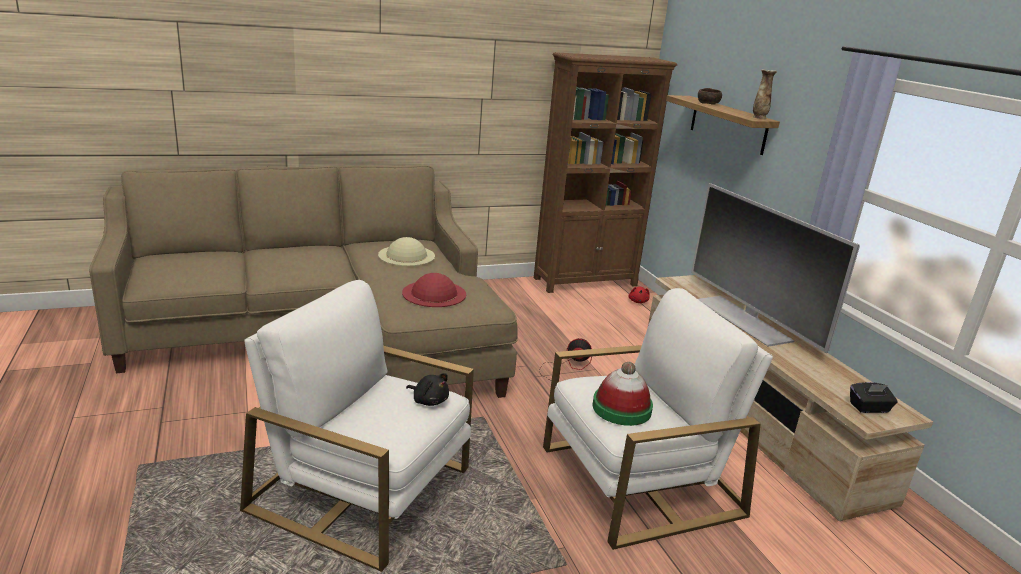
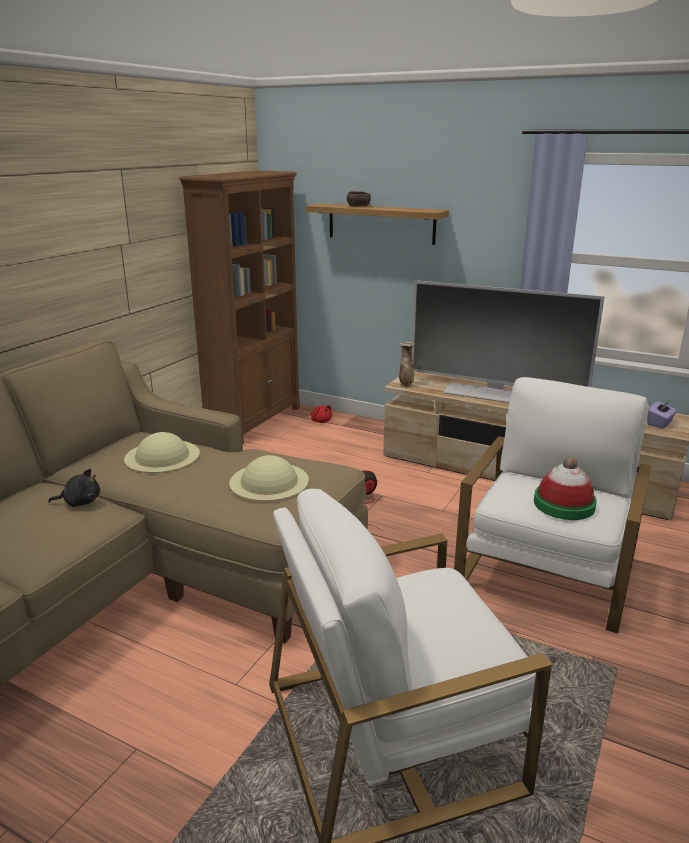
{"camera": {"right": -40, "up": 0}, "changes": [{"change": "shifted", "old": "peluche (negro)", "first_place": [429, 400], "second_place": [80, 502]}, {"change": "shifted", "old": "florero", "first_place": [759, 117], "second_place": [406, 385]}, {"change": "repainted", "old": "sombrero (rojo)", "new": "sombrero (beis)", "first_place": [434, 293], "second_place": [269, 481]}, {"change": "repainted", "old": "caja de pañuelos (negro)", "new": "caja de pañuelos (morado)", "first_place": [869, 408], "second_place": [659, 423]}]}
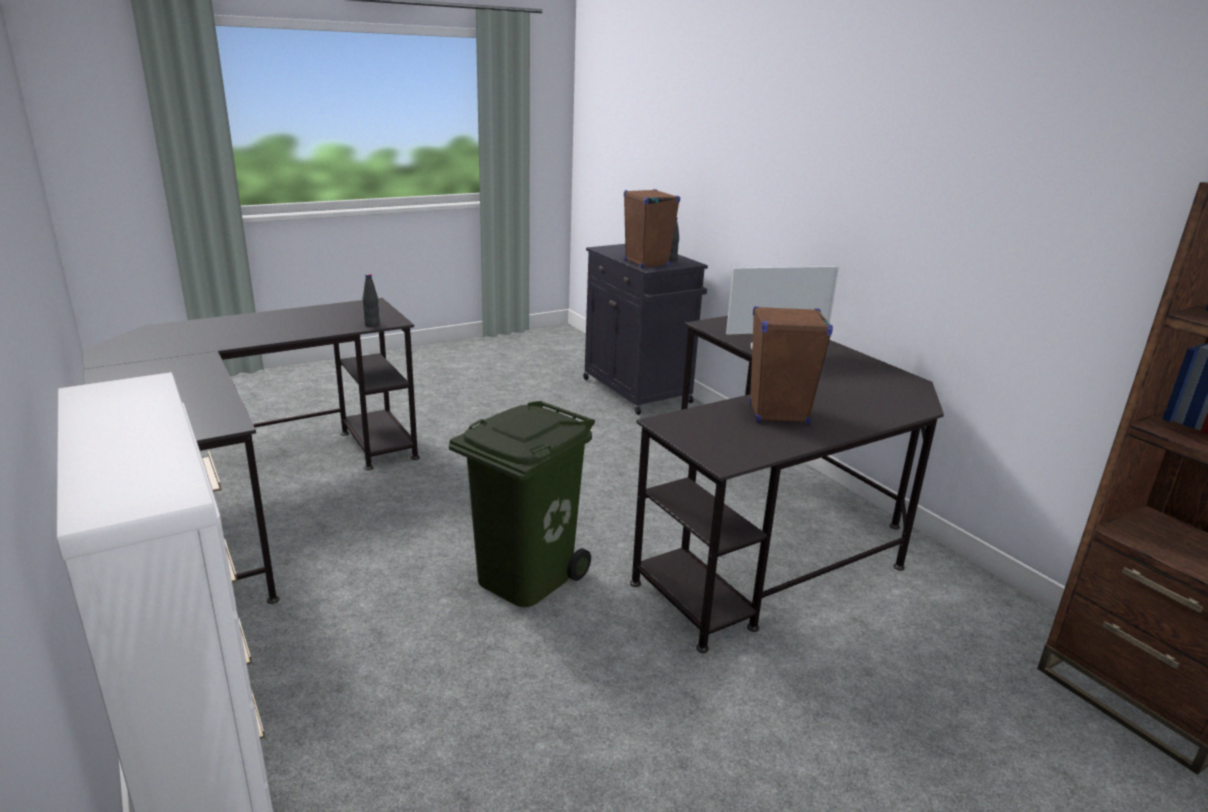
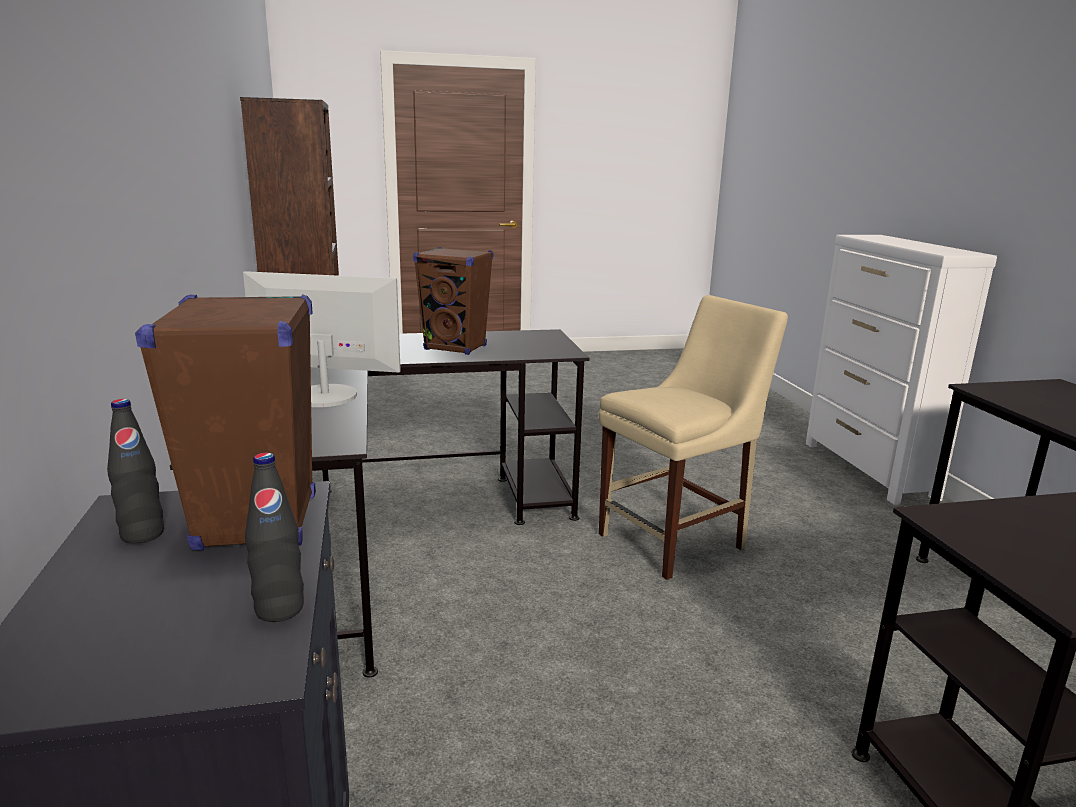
{"camera": {"right": -160, "up": -5}, "changes": [{"change": "shifted", "old": "botella (negro)", "first_place": [372, 325], "second_place": [279, 609]}, {"change": "swapped", "old": "papelera (verde)", "new": "silla (beis)", "first_place": [524, 576], "second_place": [677, 540]}]}
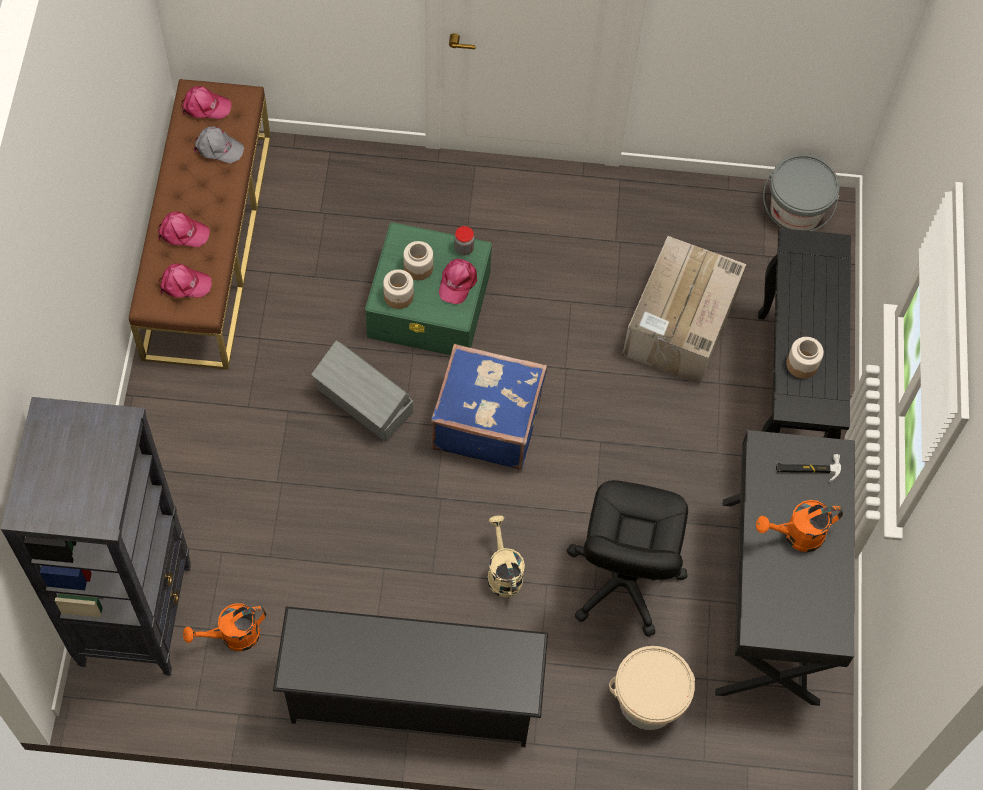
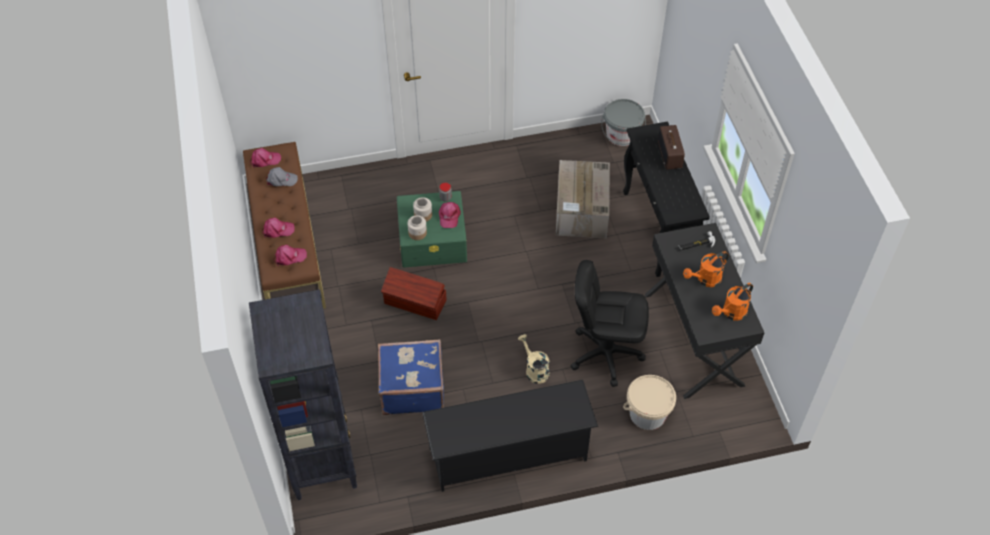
{"camera": {"right": -15, "up": -10}, "changes": [{"change": "gone", "old": "tarro", "first_place": [802, 364]}, {"change": "new", "new": "radio", "second_place": [670, 154]}, {"change": "shifted", "old": "regadera (naranja)", "first_place": [233, 636], "second_place": [731, 313]}, {"change": "shifted", "old": "maleta (azul)", "first_place": [487, 420], "second_place": [411, 388]}, {"change": "repainted", "old": "caja de almacenaje (gris)", "new": "caja de almacenaje (marrón)", "first_place": [364, 402], "second_place": [415, 302]}, {"change": "rotated", "old": "silla de oficina (negro)", "first_place": [622, 580], "second_place": [605, 353], "degrees": 105}]}
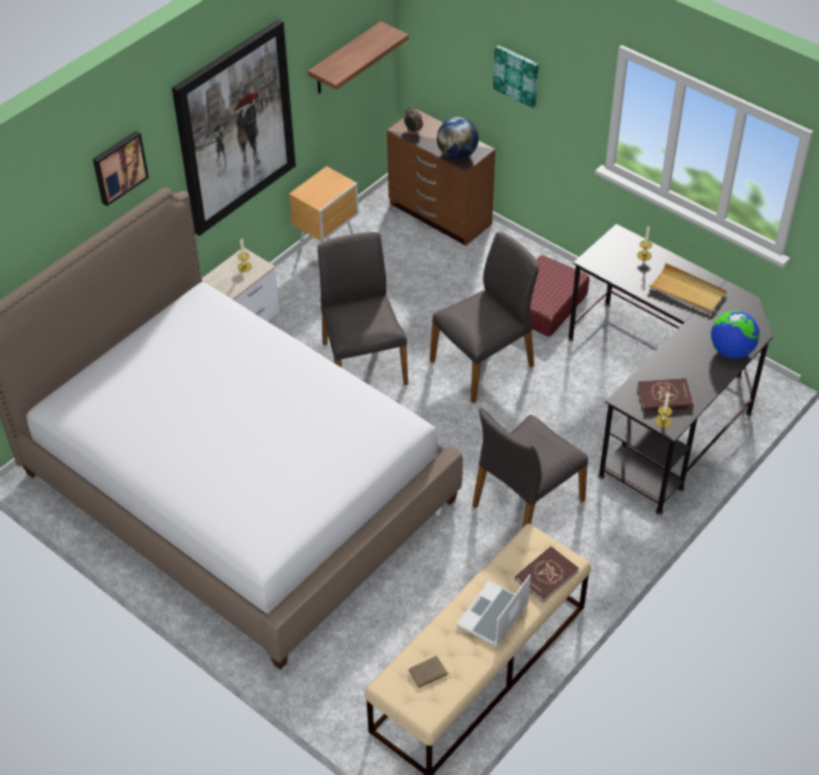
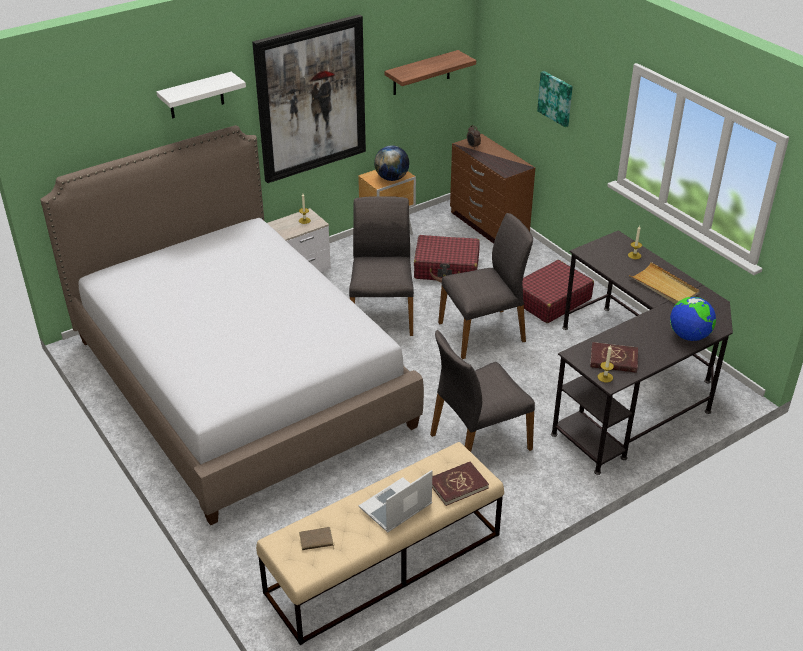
{"camera": {"right": 15, "up": -10}, "changes": [{"change": "new", "new": "maleta (rojo)", "second_place": [447, 268]}, {"change": "shifted", "old": "globo terráqueo", "first_place": [457, 155], "second_place": [392, 178]}, {"change": "swapped", "old": "cuadro", "new": "estante (blanco)", "first_place": [118, 167], "second_place": [196, 96]}]}
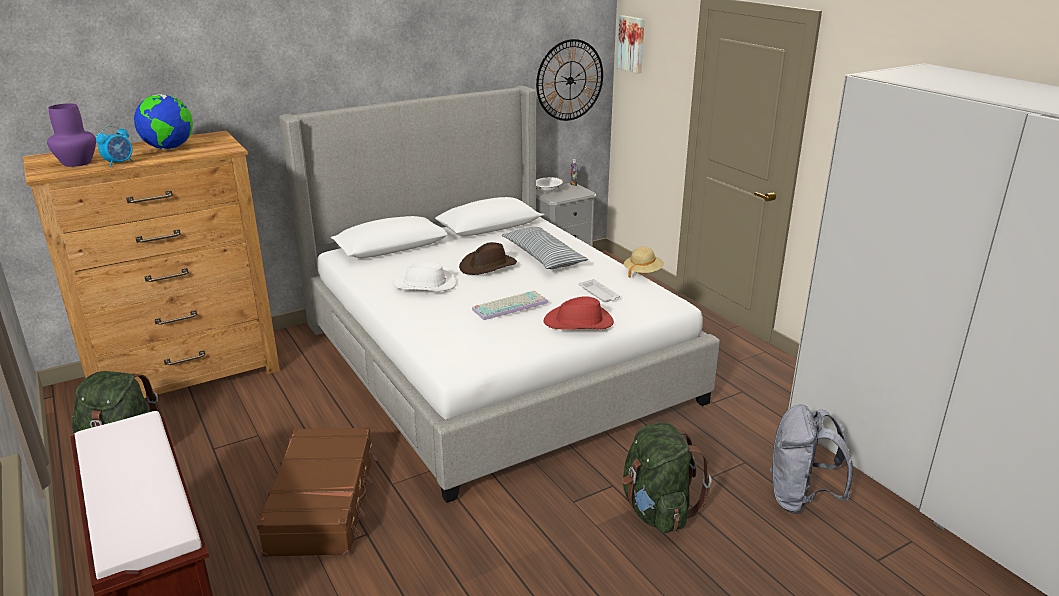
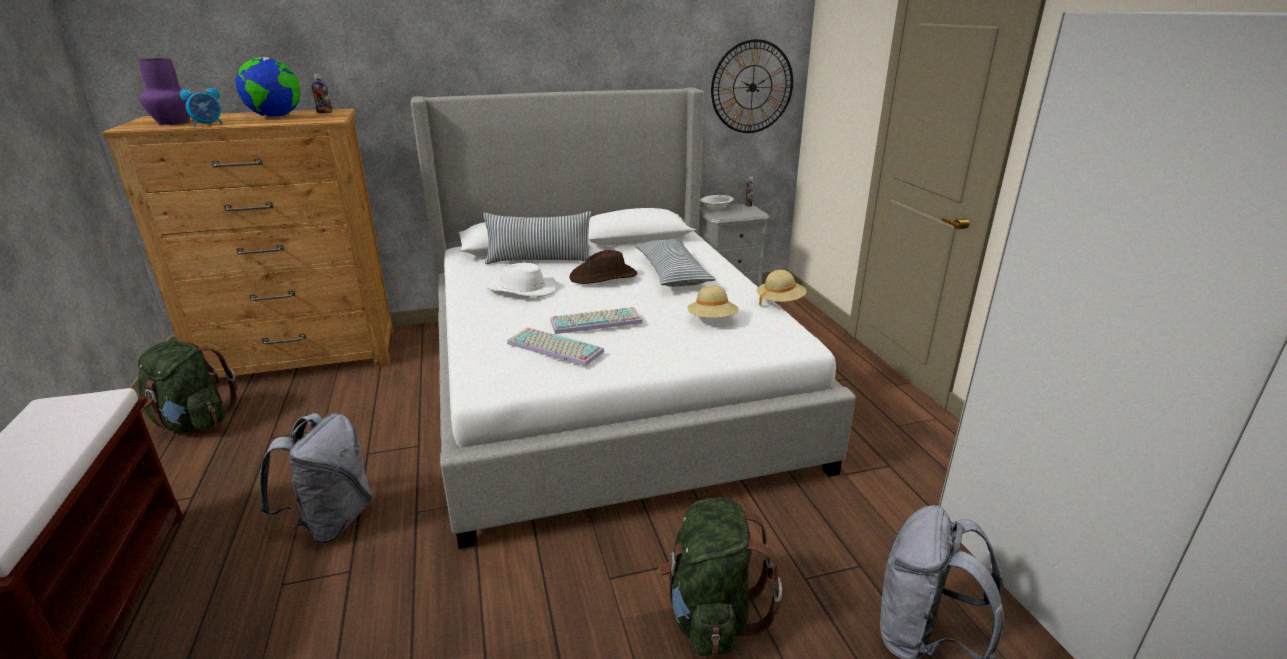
{"camera": {"right": 15, "up": 0}, "changes": [{"change": "gone", "old": "sombrero (rojo)", "first_place": [579, 322]}, {"change": "gone", "old": "cuadro", "first_place": [632, 44]}, {"change": "new", "new": "botella", "second_place": [324, 112]}, {"change": "new", "new": "cojín", "second_place": [539, 260]}, {"change": "new", "new": "teclado", "second_place": [553, 348]}, {"change": "swapped", "old": "maleta (marrón)", "new": "mochila (gris)", "first_place": [324, 502], "second_place": [331, 521]}, {"change": "swapped", "old": "bandeja (blanco)", "new": "sombrero (beis)", "first_place": [599, 294], "second_place": [712, 320]}]}
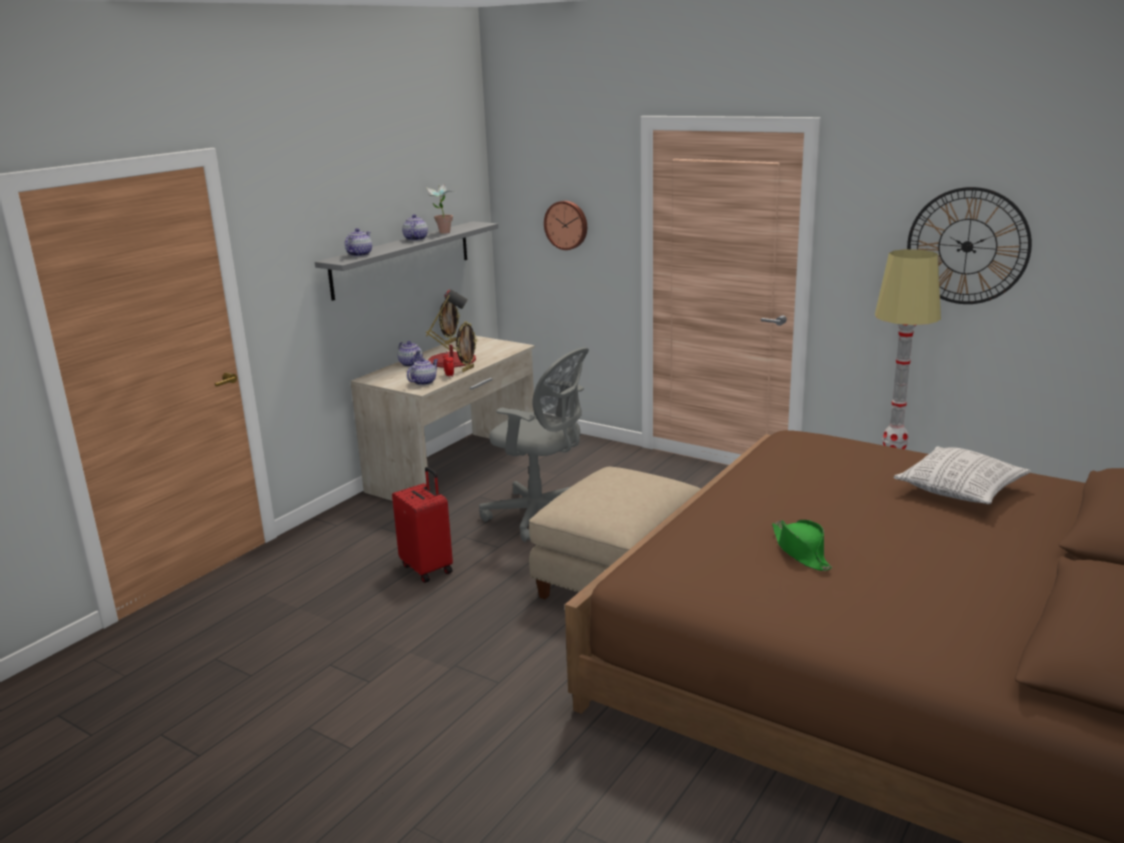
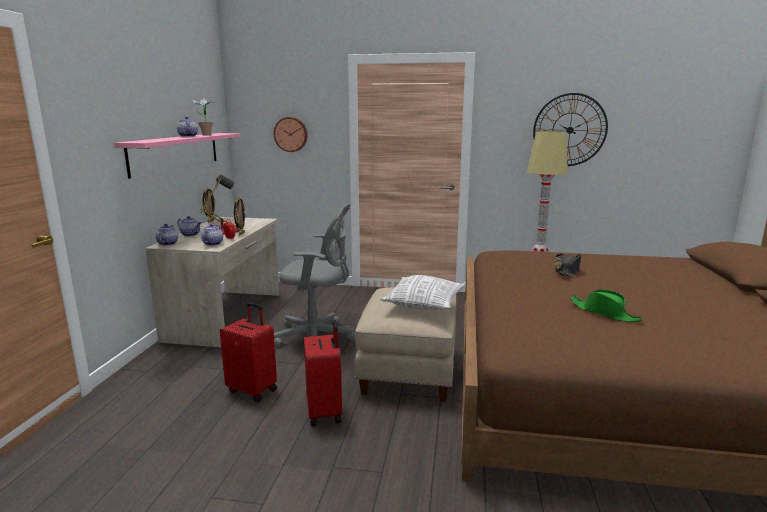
{"camera": {"right": -25, "up": -5}, "changes": [{"change": "new", "new": "maleta (rojo)", "second_place": [325, 412]}, {"change": "new", "new": "sombrero (negro)", "second_place": [566, 271]}, {"change": "shifted", "old": "tetera", "first_place": [359, 254], "second_place": [167, 243]}, {"change": "shifted", "old": "cojín", "first_place": [959, 490], "second_place": [424, 304]}, {"change": "repainted", "old": "estante (gris)", "new": "estante (rosa)", "first_place": [402, 259], "second_place": [176, 152]}]}
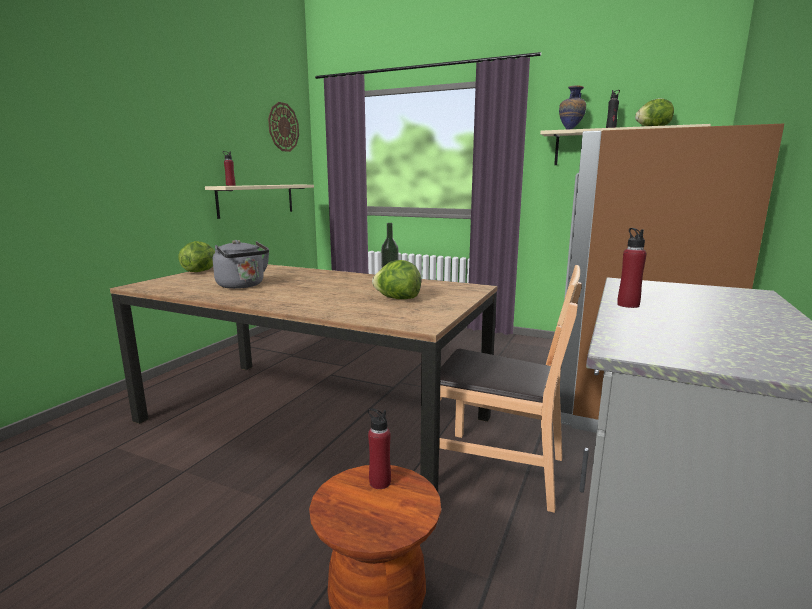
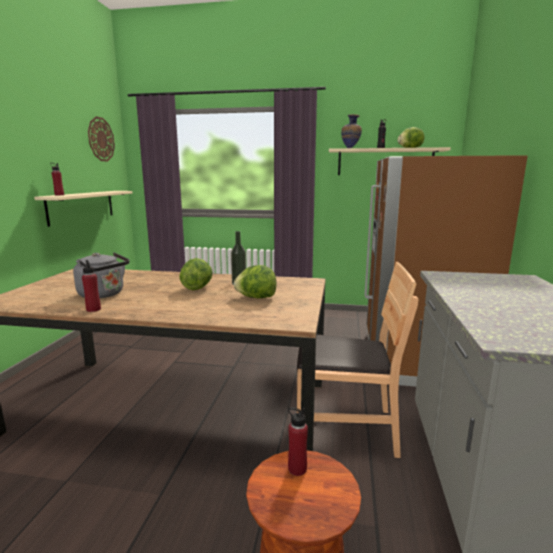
{"camera": {"right": -15, "up": 0}, "changes": [{"change": "shifted", "old": "lechuga", "first_place": [201, 271], "second_place": [197, 288]}, {"change": "shifted", "old": "botella (rojo)", "first_place": [628, 305], "second_place": [93, 309]}]}
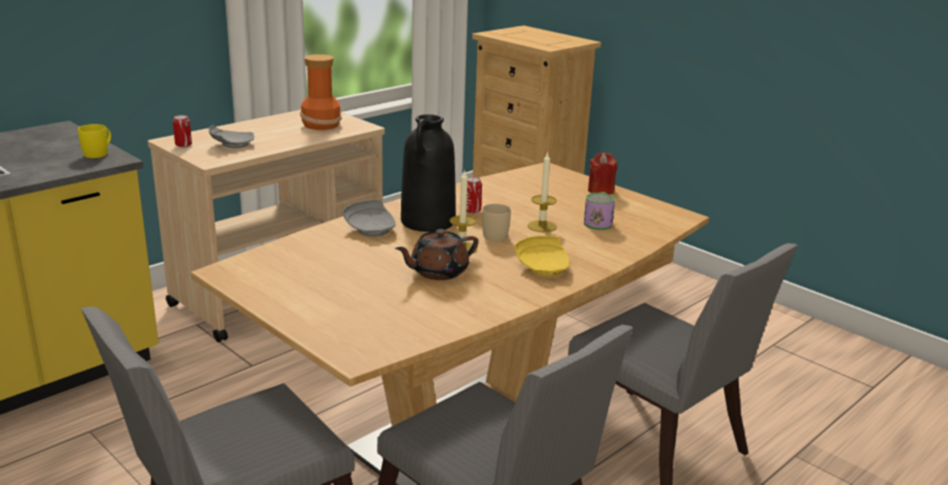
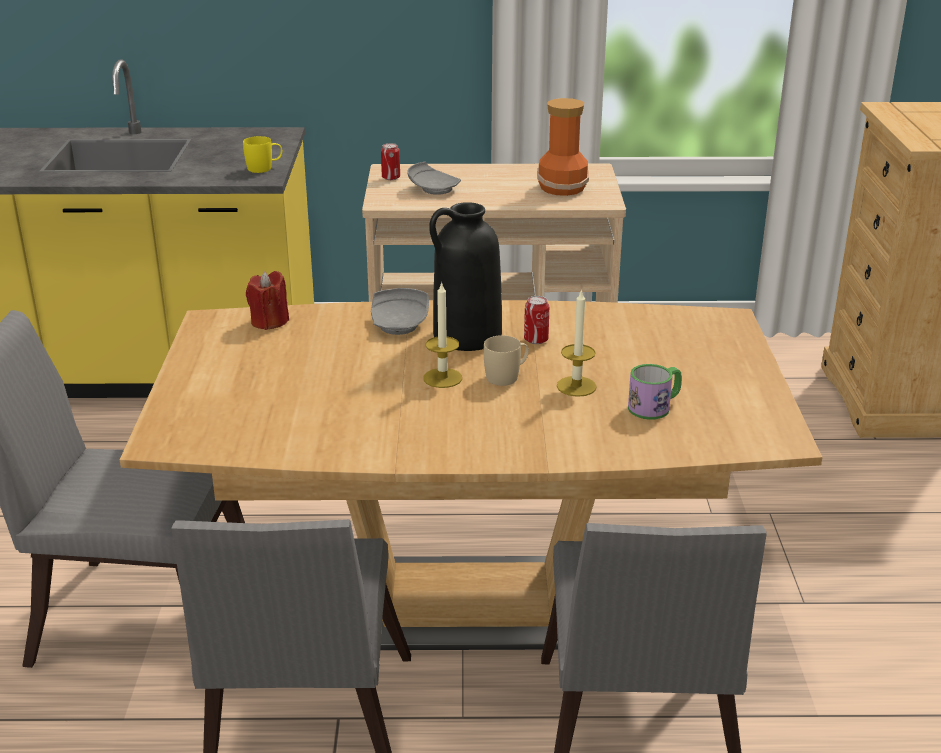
{"camera": {"right": 45, "up": 5}, "changes": [{"change": "gone", "old": "tetera (marrón)", "first_place": [438, 272]}, {"change": "gone", "old": "plato (amarillo)", "first_place": [544, 267]}, {"change": "shifted", "old": "vela (rojo)", "first_place": [601, 191], "second_place": [269, 321]}]}
